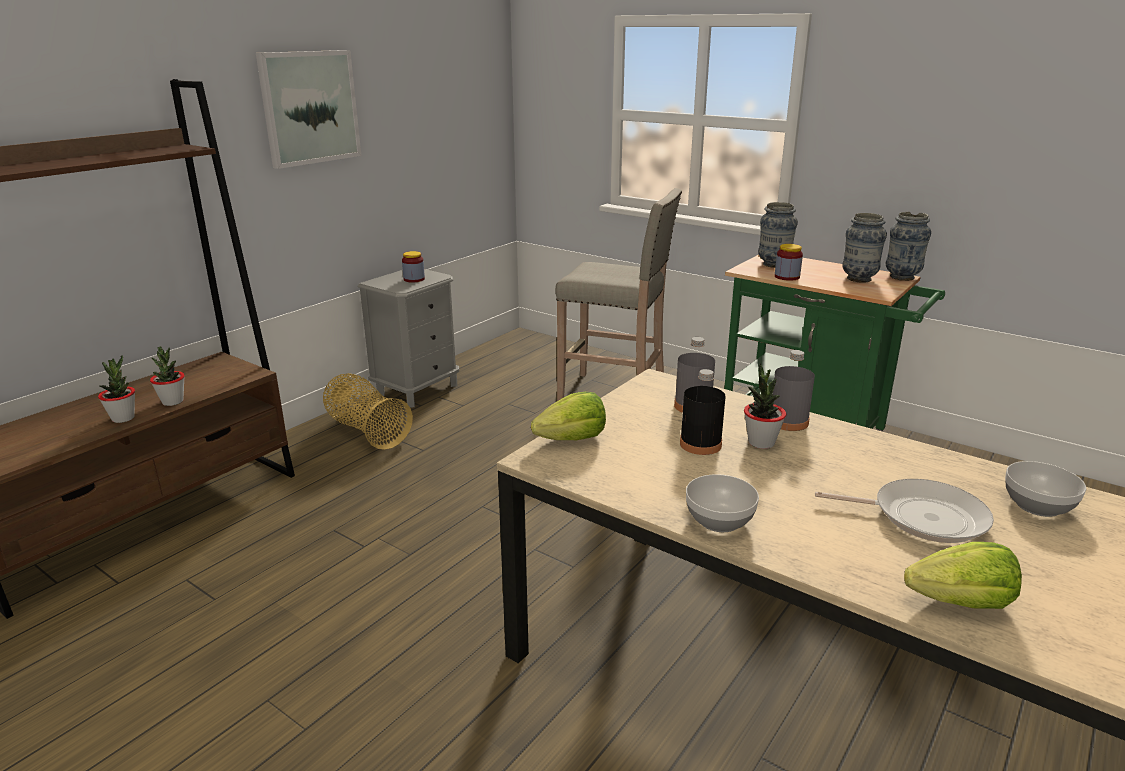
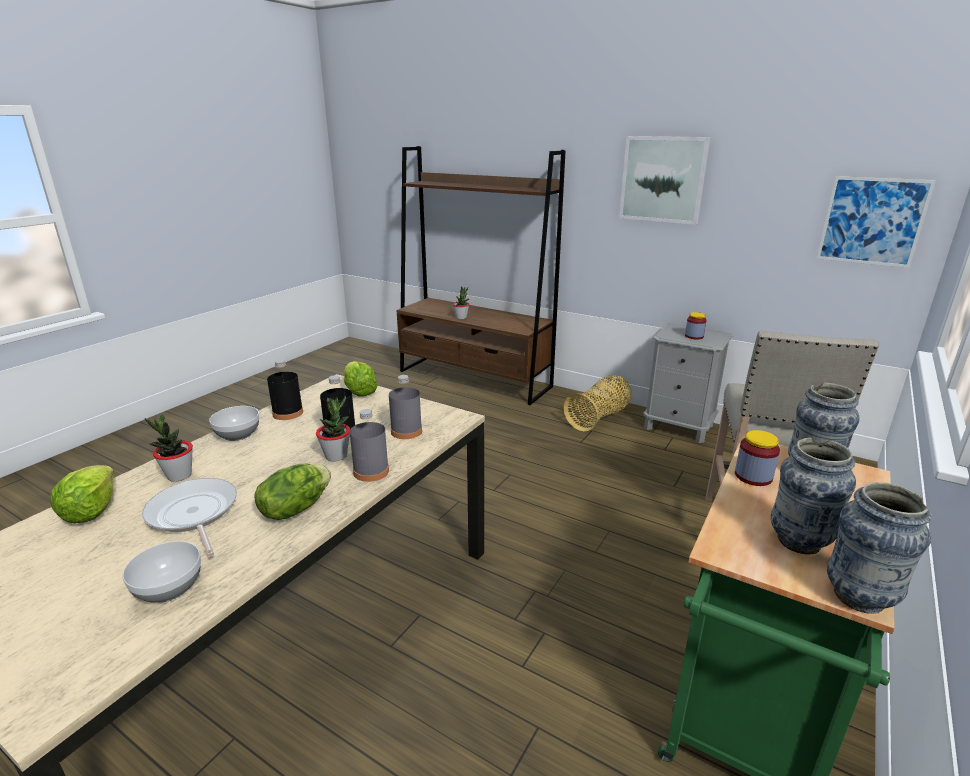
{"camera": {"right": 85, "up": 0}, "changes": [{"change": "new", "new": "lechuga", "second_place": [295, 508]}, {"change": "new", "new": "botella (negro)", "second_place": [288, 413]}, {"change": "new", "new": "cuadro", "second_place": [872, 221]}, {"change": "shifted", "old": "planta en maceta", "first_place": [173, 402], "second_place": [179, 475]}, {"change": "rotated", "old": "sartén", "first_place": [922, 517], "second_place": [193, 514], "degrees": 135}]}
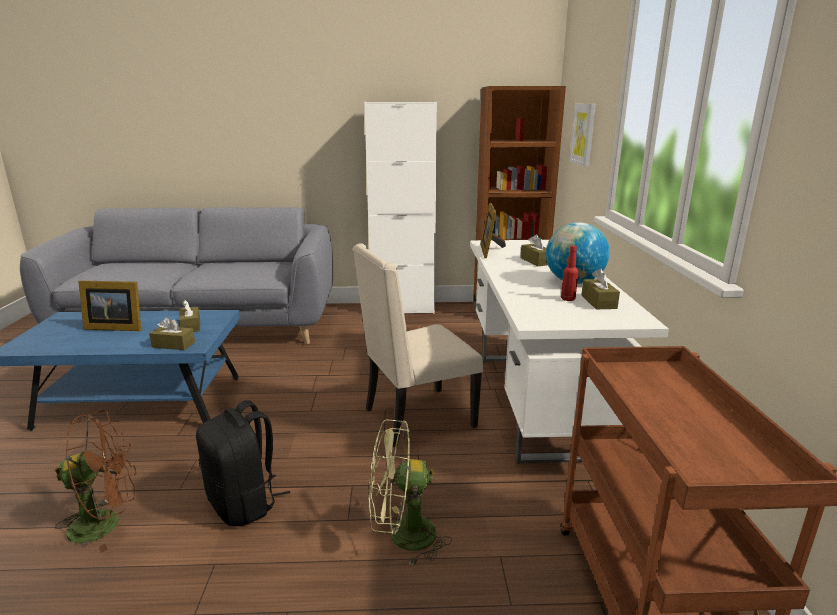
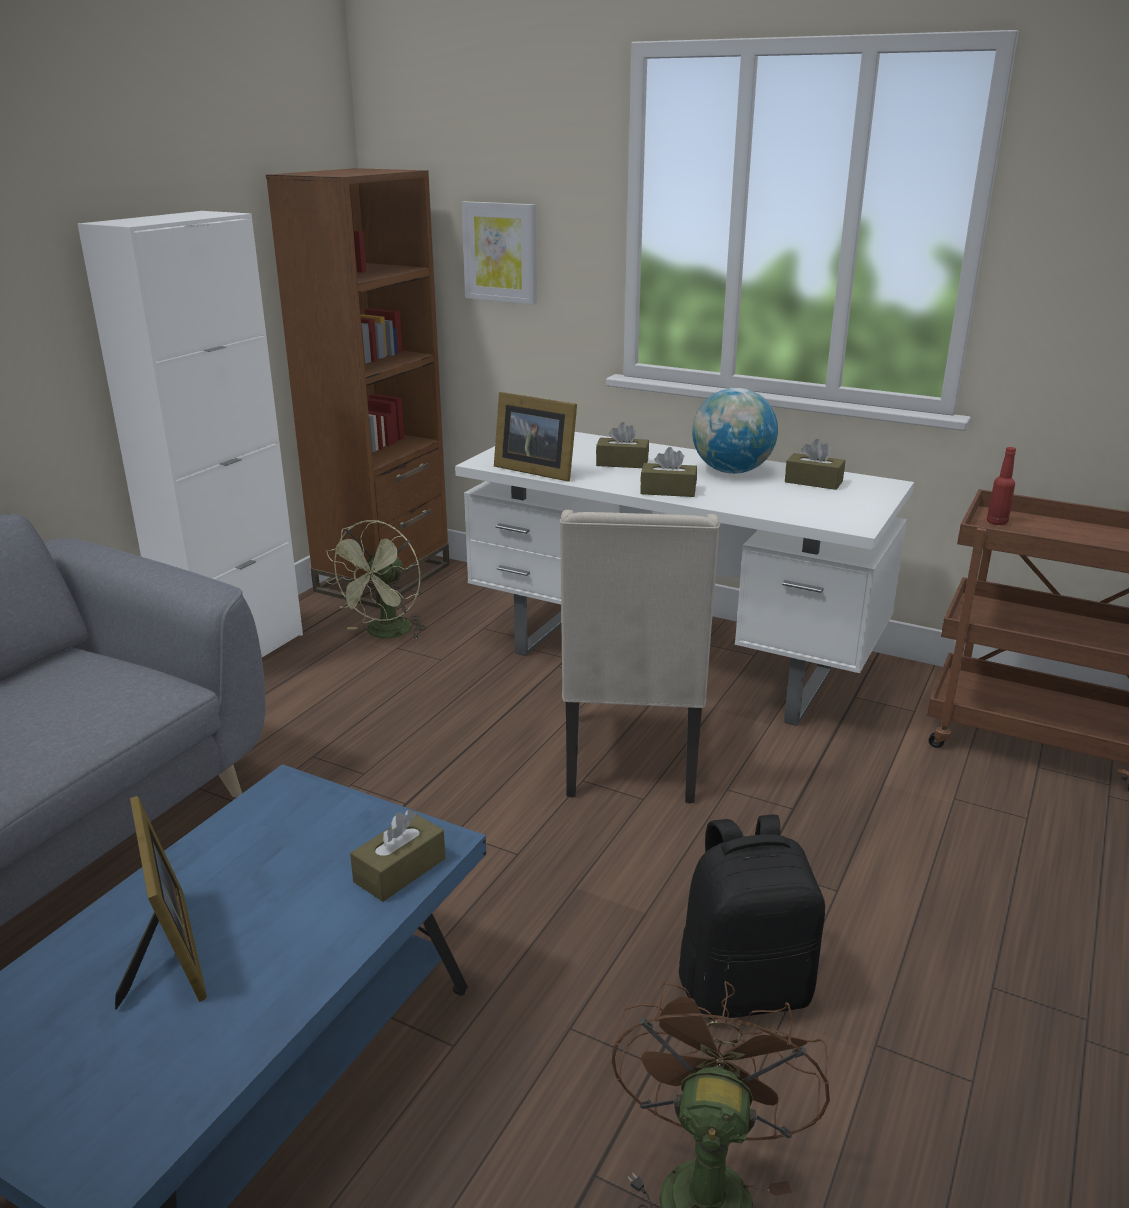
{"camera": {"right": -60, "up": 5}, "changes": [{"change": "shifted", "old": "caja de pañuelos (marrón)", "first_place": [190, 326], "second_place": [668, 491]}, {"change": "shifted", "old": "ventilador (verde)", "first_place": [402, 536], "second_place": [385, 634]}, {"change": "shifted", "old": "botella (rojo)", "first_place": [568, 299], "second_place": [996, 522]}, {"change": "rotated", "old": "portarretratos", "first_place": [115, 327], "second_place": [168, 955], "degrees": -60}]}
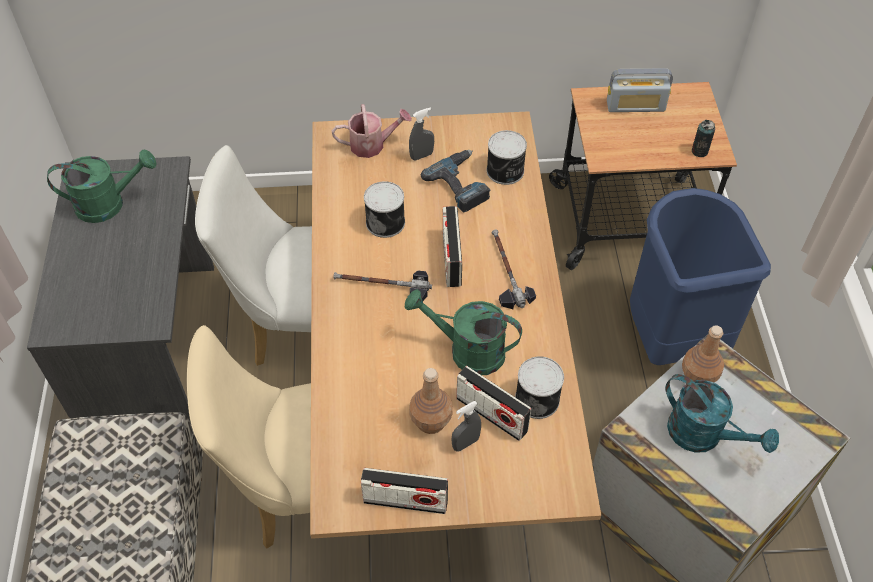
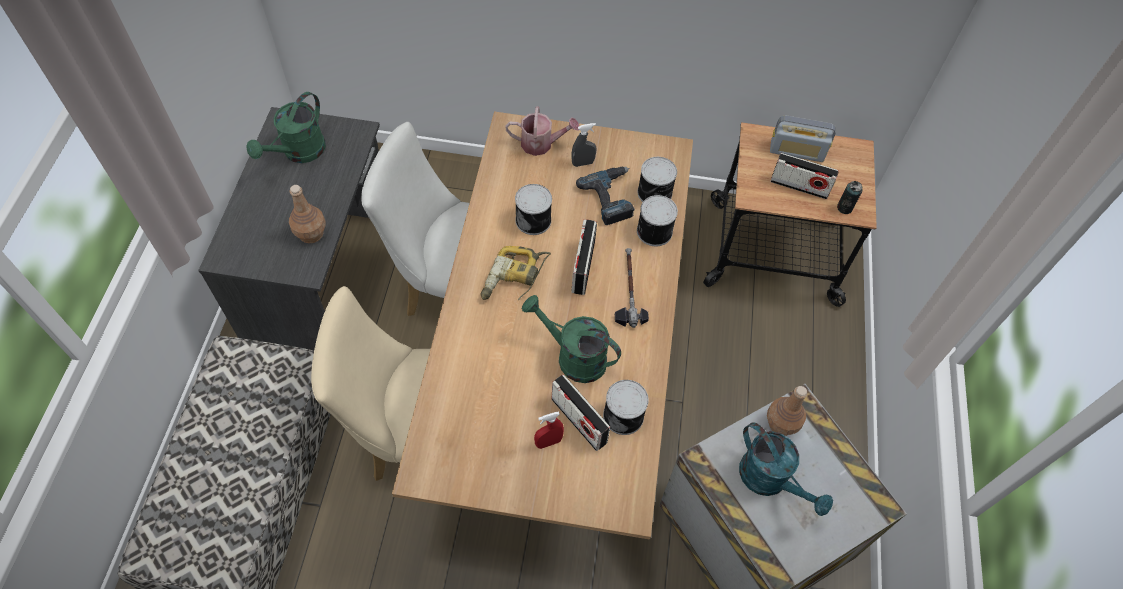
{"camera": {"right": 10, "up": 5}, "changes": [{"change": "gone", "old": "papelera (azul)", "first_place": [670, 337]}, {"change": "new", "new": "lata", "second_place": [653, 231]}, {"change": "shifted", "old": "radio", "first_place": [405, 501], "second_place": [799, 186]}, {"change": "shifted", "old": "botella (marrón)", "first_place": [430, 420], "second_place": [311, 233]}, {"change": "swapped", "old": "martillo", "new": "taladro", "first_place": [382, 286], "second_place": [514, 279]}, {"change": "repainted", "old": "pulverizador (gris)", "new": "pulverizador (rojo)", "first_place": [465, 443], "second_place": [548, 442]}, {"change": "rotated", "old": "regadera (verde)", "first_place": [109, 204], "second_place": [299, 153], "degrees": 120}]}
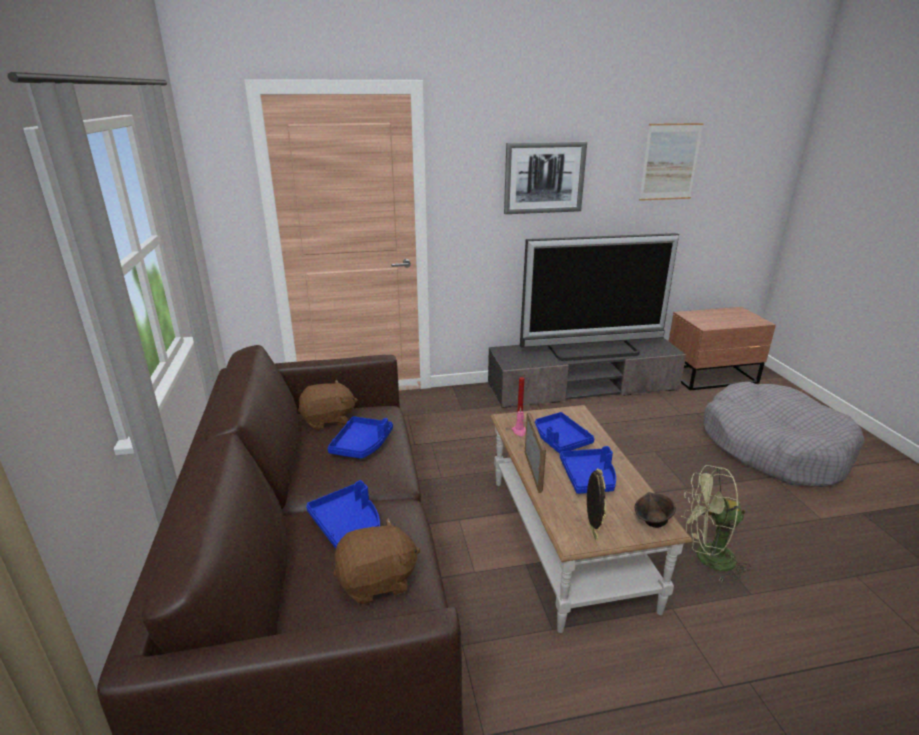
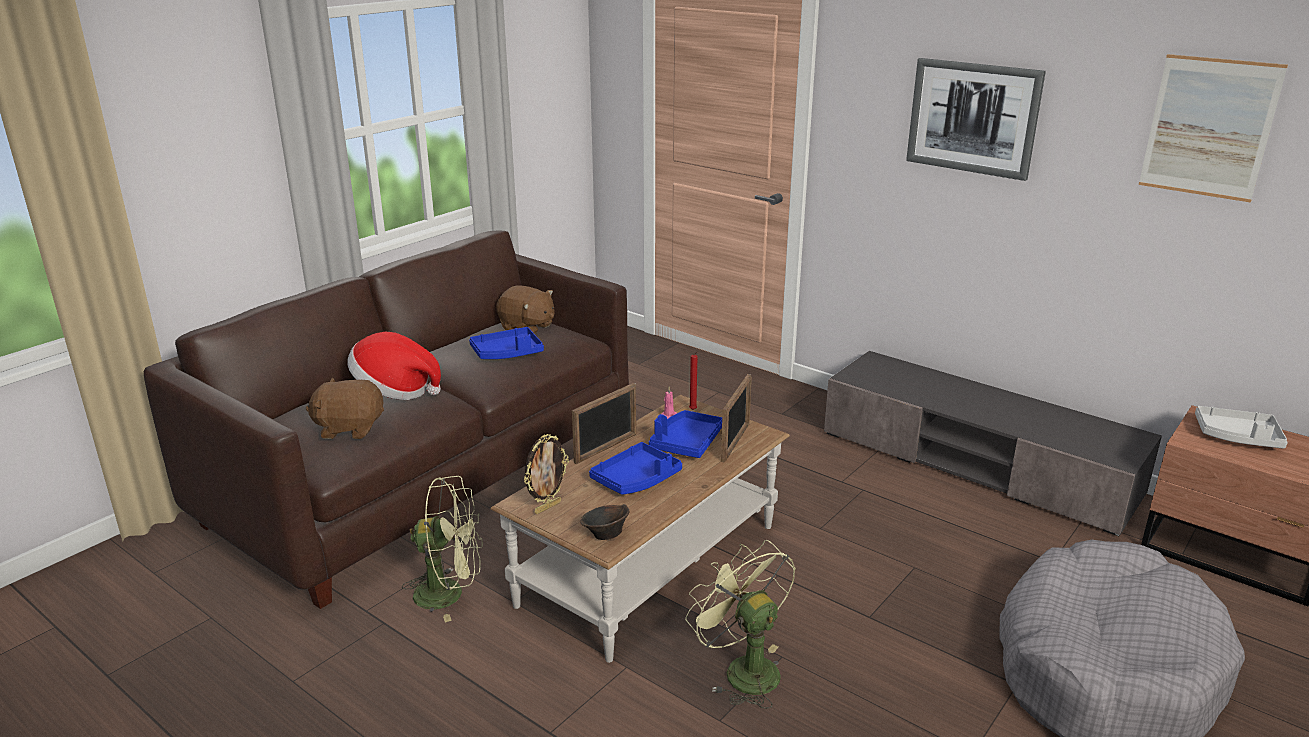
{"camera": {"right": 50, "up": 0}, "changes": [{"change": "gone", "old": "televisor", "first_place": [594, 350]}, {"change": "new", "new": "ventilador (verde)", "second_place": [450, 593]}, {"change": "new", "new": "portarretratos", "second_place": [735, 442]}, {"change": "new", "new": "bandeja (gris)", "second_place": [1237, 437]}, {"change": "swapped", "old": "bandeja (azul)", "new": "sombrero", "first_place": [347, 524], "second_place": [395, 390]}, {"change": "rotated", "old": "peluche (marrón)", "first_place": [377, 581], "second_place": [350, 428], "degrees": 150}]}
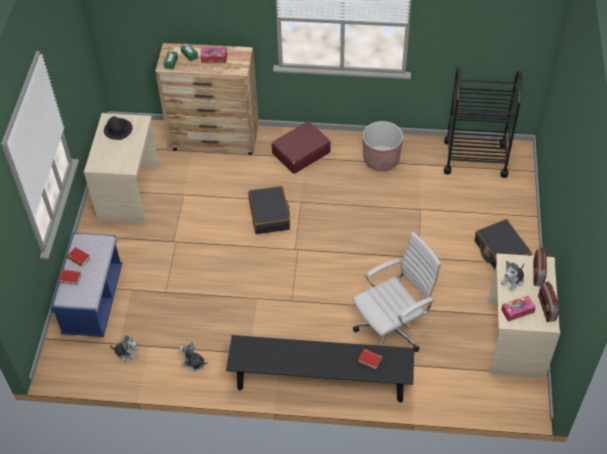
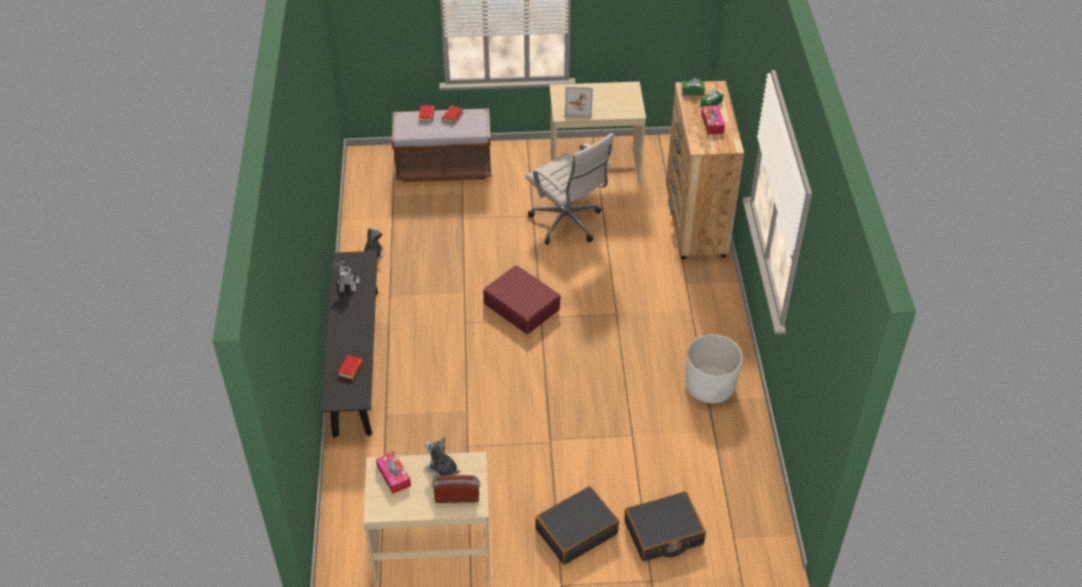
{"camera": {"right": 80, "up": -5}, "changes": [{"change": "gone", "old": "sombrero (negro)", "first_place": [118, 129]}, {"change": "gone", "old": "carrito (negro)", "first_place": [475, 158]}, {"change": "gone", "old": "radio", "first_place": [546, 308]}, {"change": "new", "new": "portarretratos", "second_place": [578, 109]}, {"change": "shifted", "old": "peluche", "first_place": [127, 352], "second_place": [348, 282]}, {"change": "shifted", "old": "maleta (negro)", "first_place": [270, 215], "second_place": [663, 533]}, {"change": "shifted", "old": "maleta (rojo)", "first_place": [301, 153], "second_place": [521, 306]}, {"change": "shifted", "old": "silla de oficina (blanco)", "first_place": [392, 330], "second_place": [568, 224]}, {"change": "repainted", "old": "banco (azul)", "new": "banco (marrón)", "first_place": [93, 301], "second_place": [444, 168]}, {"change": "repainted", "old": "maceta (marrón)", "new": "maceta (blanco)", "first_place": [381, 160], "second_place": [709, 387]}]}
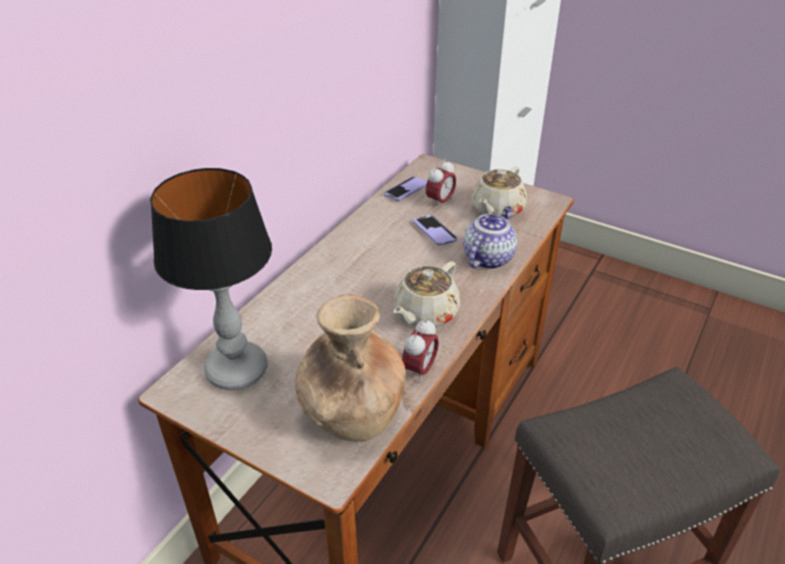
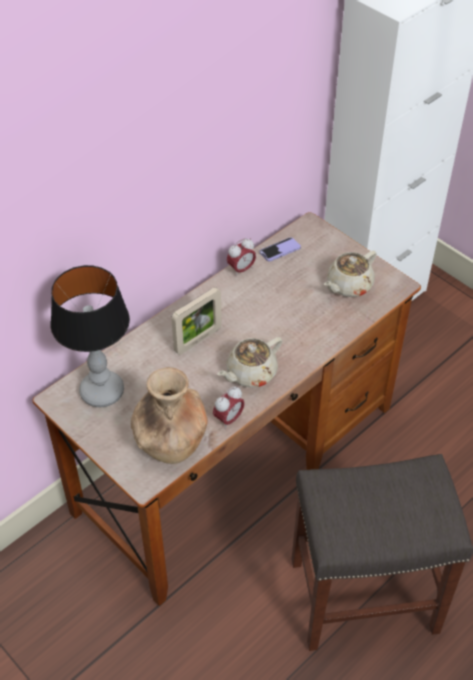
{"camera": {"right": 15, "up": 10}, "changes": [{"change": "gone", "old": "móvil", "first_place": [434, 231]}, {"change": "gone", "old": "tetera", "first_place": [488, 257]}, {"change": "new", "new": "portarretratos", "second_place": [198, 340]}, {"change": "shifted", "old": "despertador", "first_place": [440, 202], "second_place": [241, 269]}]}
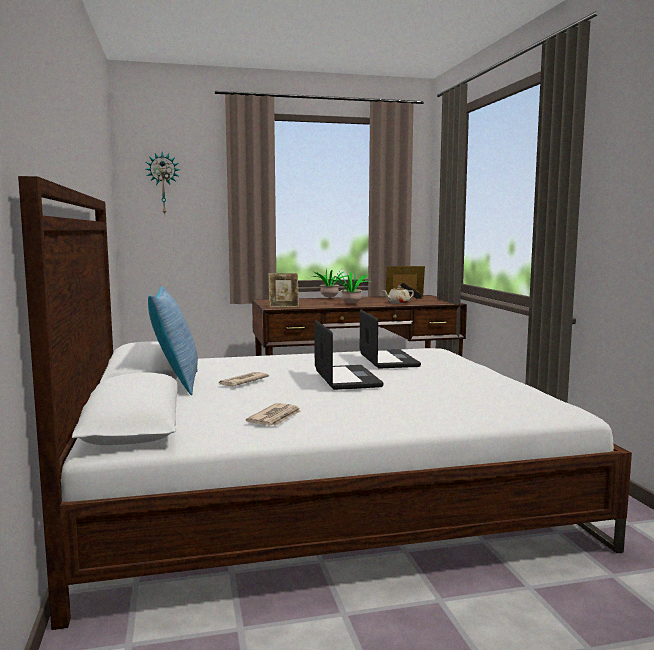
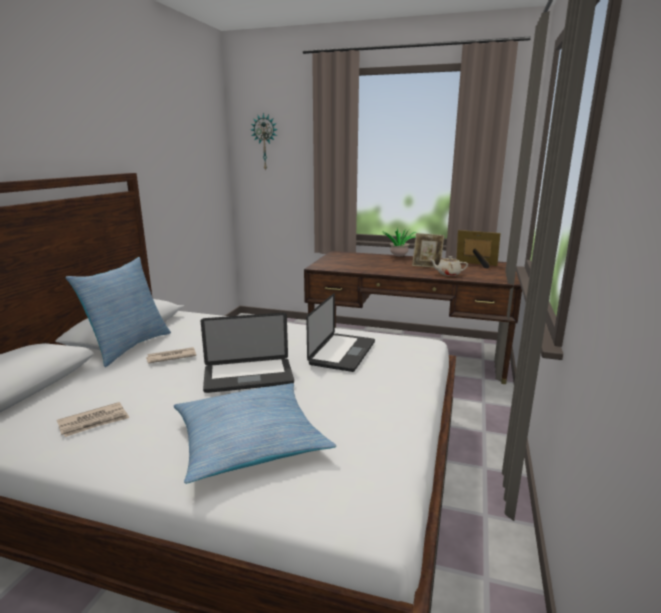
{"camera": {"right": 30, "up": 10}, "changes": [{"change": "gone", "old": "planta en maceta", "first_place": [350, 304]}, {"change": "new", "new": "cojín", "second_place": [249, 442]}, {"change": "shifted", "old": "portarretratos", "first_place": [283, 306], "second_place": [427, 266]}, {"change": "rotated", "old": "portátil", "first_place": [347, 379], "second_place": [248, 376], "degrees": 60}]}
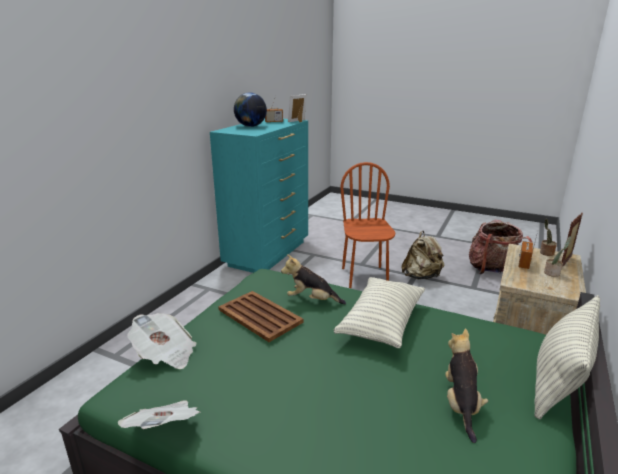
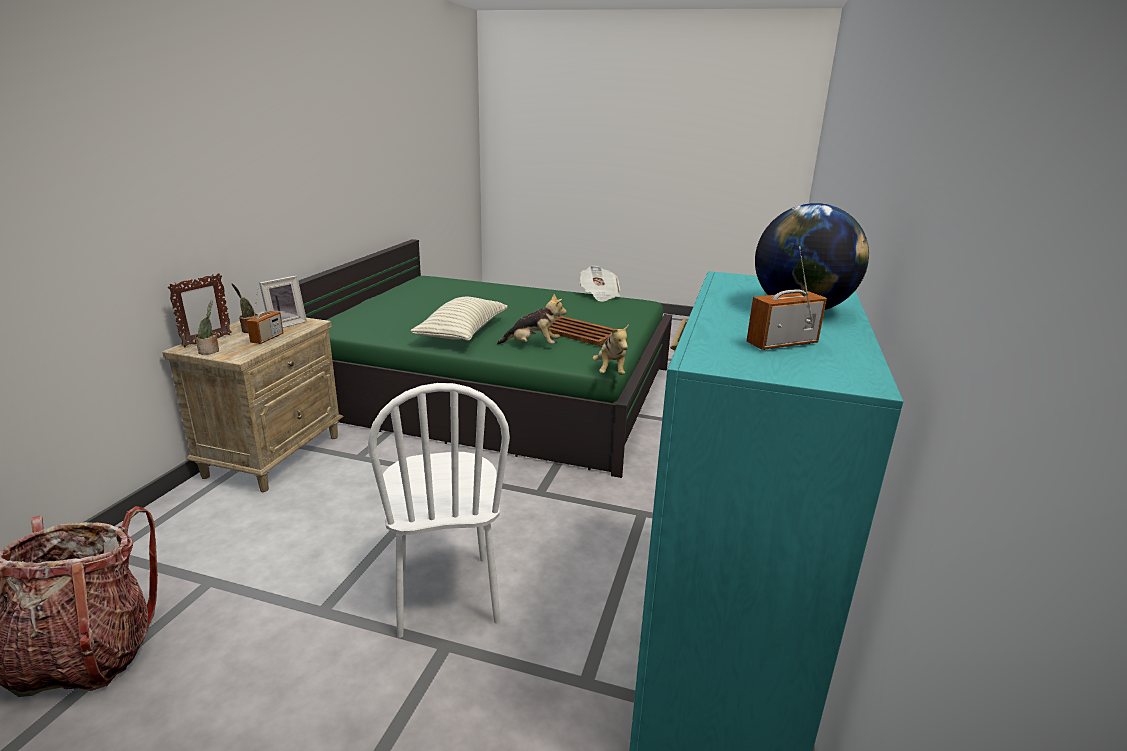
{"camera": {"right": 170, "up": 0}, "changes": [{"change": "gone", "old": "periódico", "first_place": [165, 354]}, {"change": "gone", "old": "mochila (beis)", "first_place": [421, 276]}, {"change": "gone", "old": "cojín", "first_place": [559, 381]}, {"change": "shifted", "old": "portarretratos", "first_place": [298, 121], "second_place": [285, 324]}, {"change": "shifted", "old": "peluche", "first_place": [461, 404], "second_place": [610, 371]}, {"change": "repainted", "old": "silla (marrón)", "new": "silla (blanco)", "first_place": [365, 277], "second_place": [446, 595]}]}
